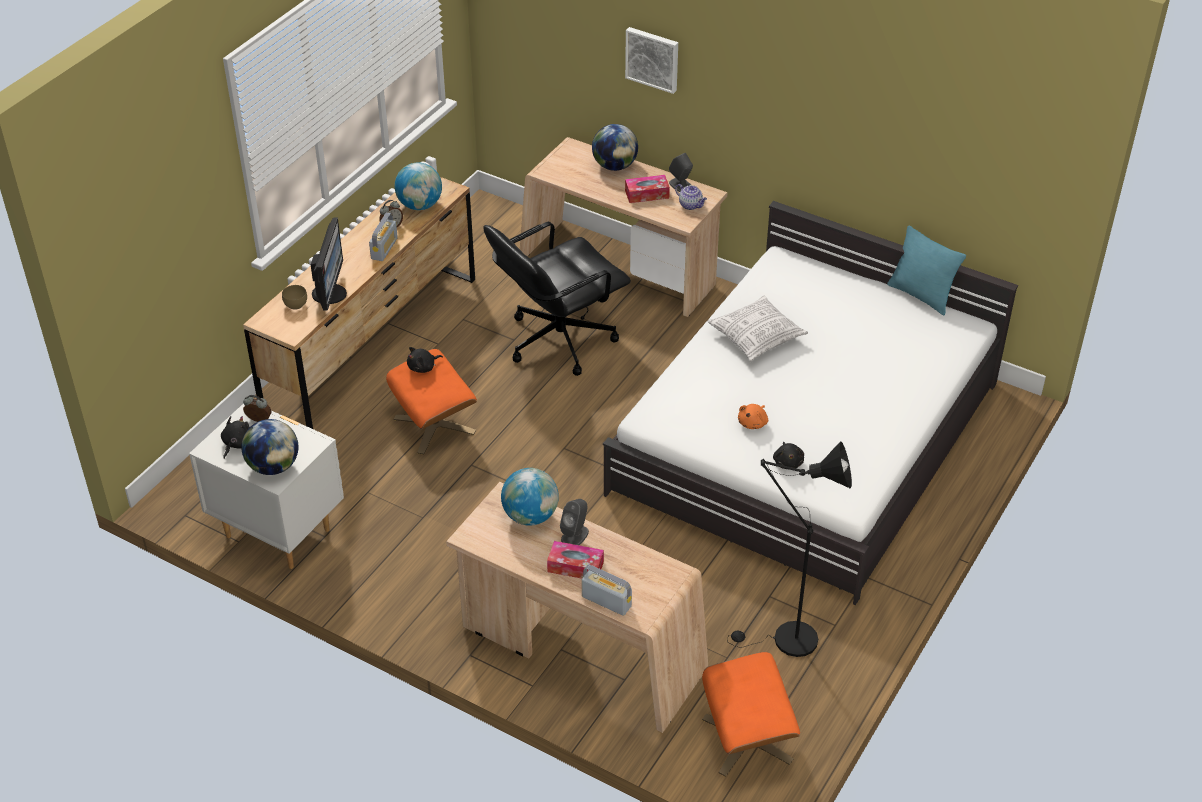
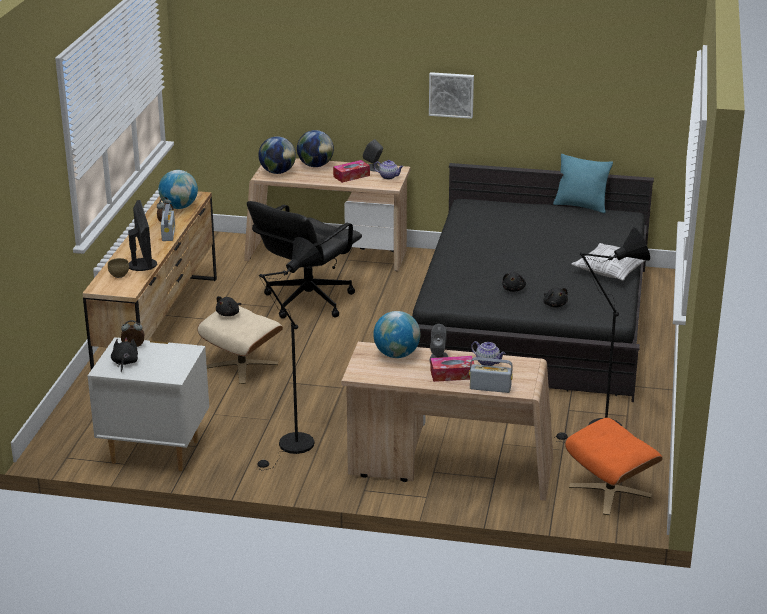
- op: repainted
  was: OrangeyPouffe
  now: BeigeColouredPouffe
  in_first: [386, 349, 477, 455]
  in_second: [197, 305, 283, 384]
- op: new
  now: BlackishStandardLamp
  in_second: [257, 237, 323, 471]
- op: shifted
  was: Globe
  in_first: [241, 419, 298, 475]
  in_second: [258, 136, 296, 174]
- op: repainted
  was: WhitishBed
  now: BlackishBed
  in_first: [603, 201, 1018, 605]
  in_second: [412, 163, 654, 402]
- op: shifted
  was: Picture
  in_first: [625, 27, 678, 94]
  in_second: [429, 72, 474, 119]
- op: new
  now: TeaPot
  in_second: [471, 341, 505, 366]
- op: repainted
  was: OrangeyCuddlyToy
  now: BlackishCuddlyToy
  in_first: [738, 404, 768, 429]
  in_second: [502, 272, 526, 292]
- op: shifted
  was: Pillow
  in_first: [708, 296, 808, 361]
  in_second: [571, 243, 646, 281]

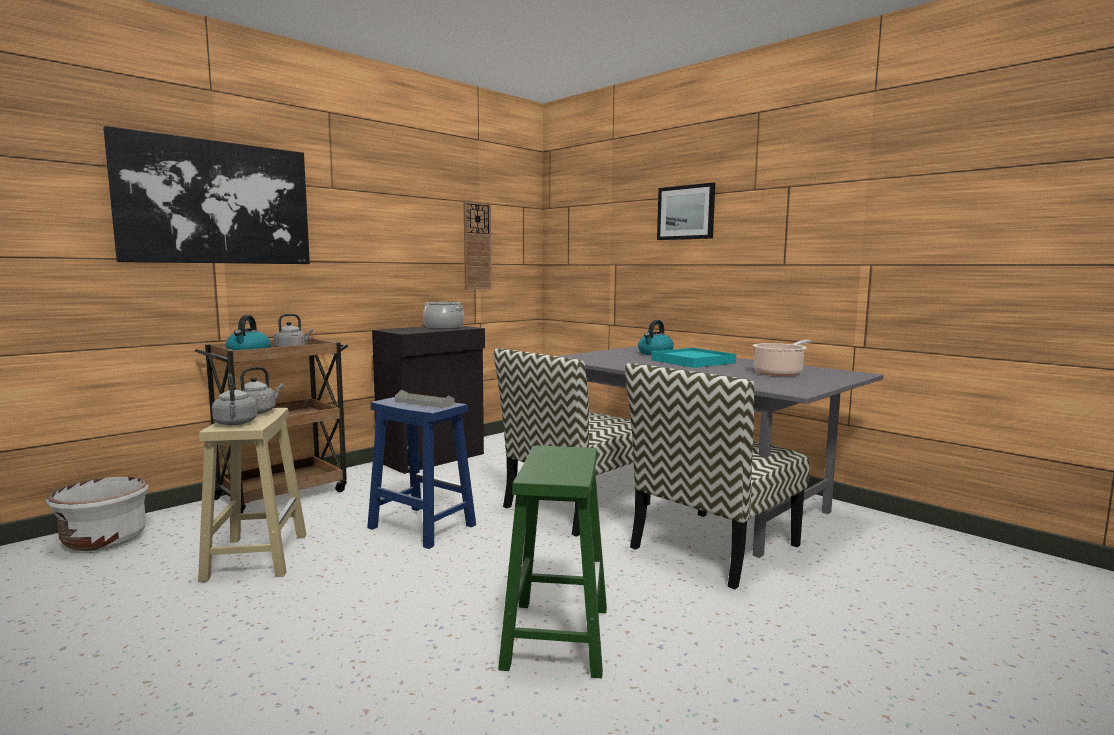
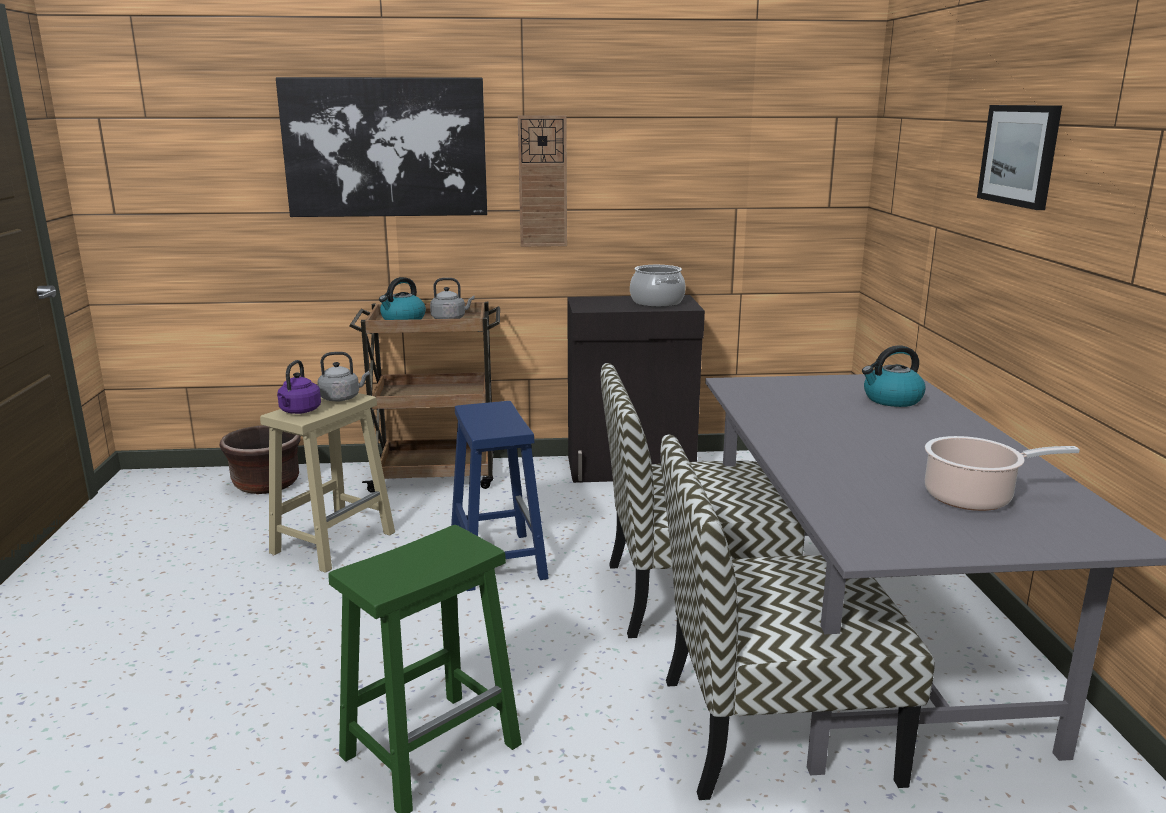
- op: repainted
  was: WhitishPlantPot
  now: BrownColouredPlantPot
  in_first: [46, 477, 149, 551]
  in_second: [219, 425, 301, 494]
- op: repainted
  was: GreyishWaterKettle
  now: PurplishWaterKettle
  in_first: [212, 374, 257, 426]
  in_second: [277, 360, 321, 414]
- op: shifted
  was: HangingClock
  in_first: [464, 201, 492, 290]
  in_second: [518, 116, 567, 247]
- op: gone
  was: GreyishCarryingTray
  in_first: [395, 390, 455, 408]
- op: gone
  was: TurquoiseCarryingTray
  in_first: [651, 348, 736, 368]

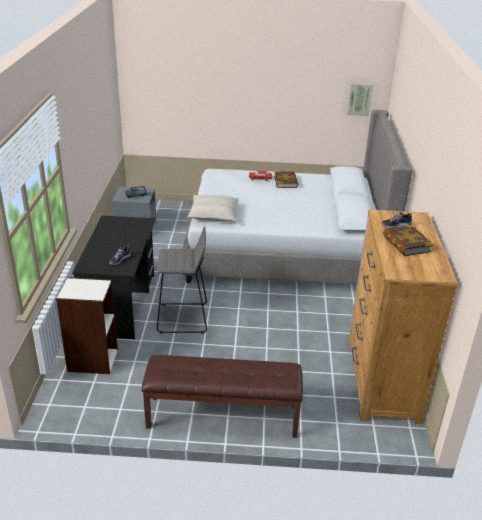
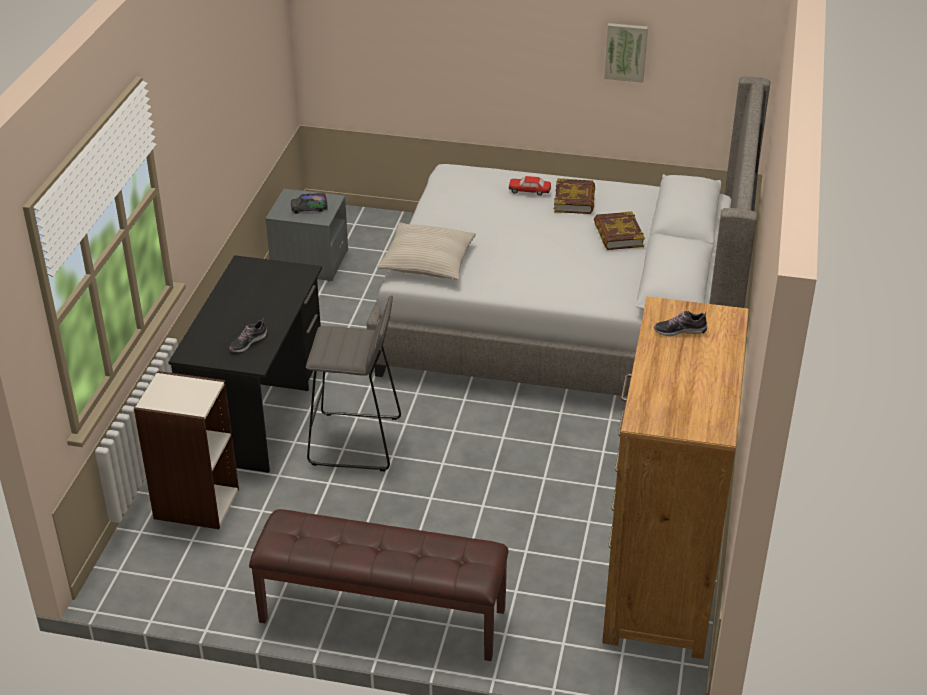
- op: shifted
  was: BoundBook
  in_first: [383, 225, 434, 256]
  in_second: [594, 211, 645, 250]
- op: shifted
  was: Picture
  in_first: [347, 83, 373, 116]
  in_second: [604, 23, 648, 83]

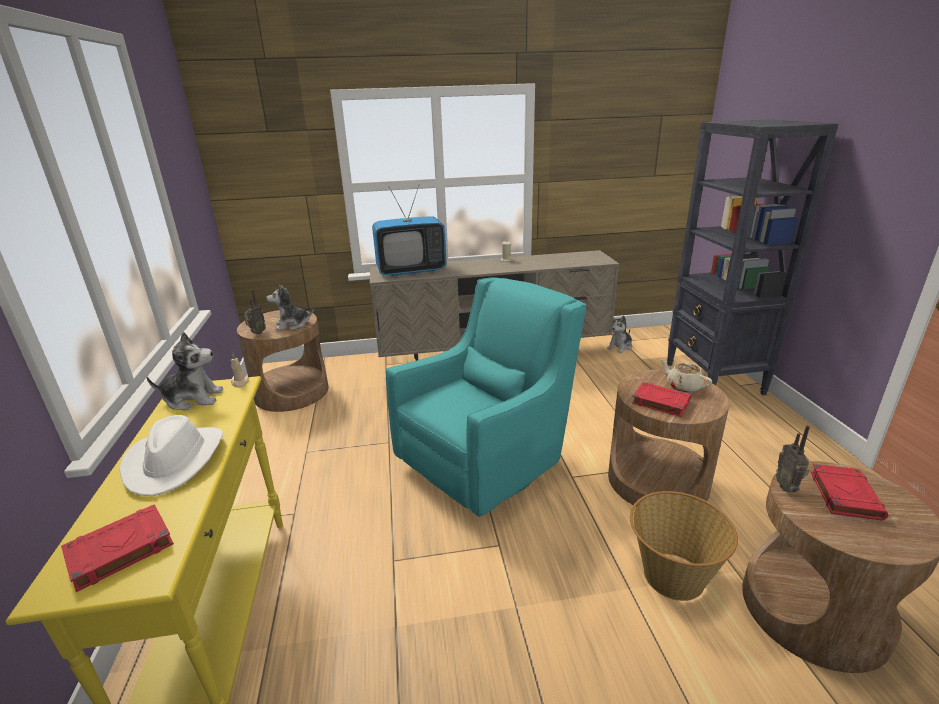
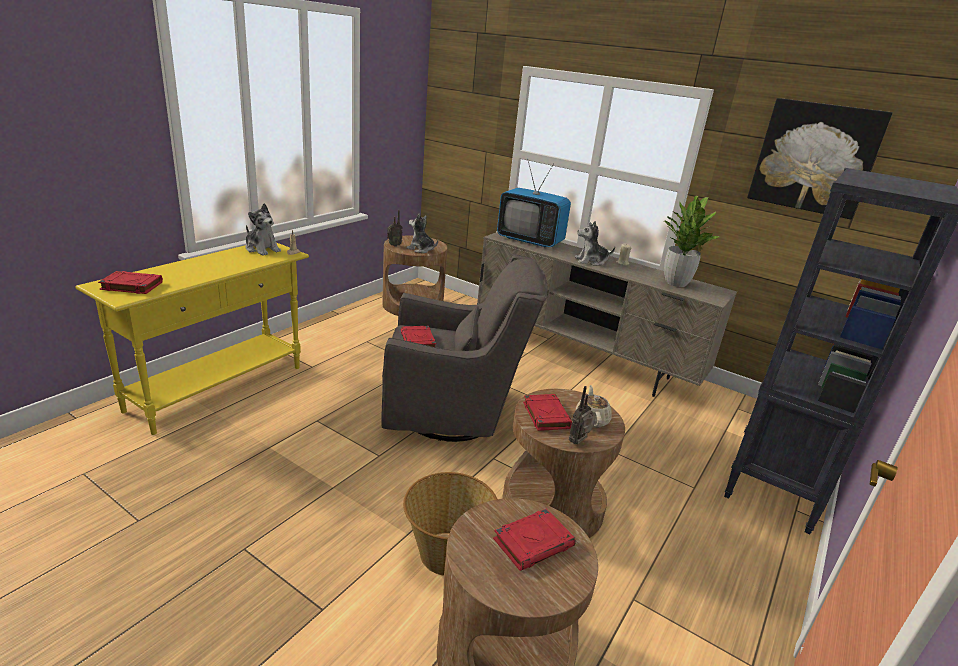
- op: repainted
  was: TurquoiseEasyChair
  now: GreyishEasyChair
  in_first: [386, 277, 586, 517]
  in_second: [381, 254, 547, 442]
- op: new
  now: RedBoundBook
  in_second: [401, 326, 436, 347]
- op: shifted
  was: Radio
  in_first: [776, 425, 810, 493]
  in_second: [569, 386, 596, 444]
- op: shifted
  was: CuddlyToy
  in_first: [607, 316, 632, 353]
  in_second: [575, 221, 615, 266]
- op: new
  now: Houseplant
  in_second: [664, 196, 720, 287]
- op: new
  now: Picture
  in_second: [747, 98, 893, 219]
- op: gone
  was: WhitishClothingHat
  in_first: [119, 415, 223, 496]

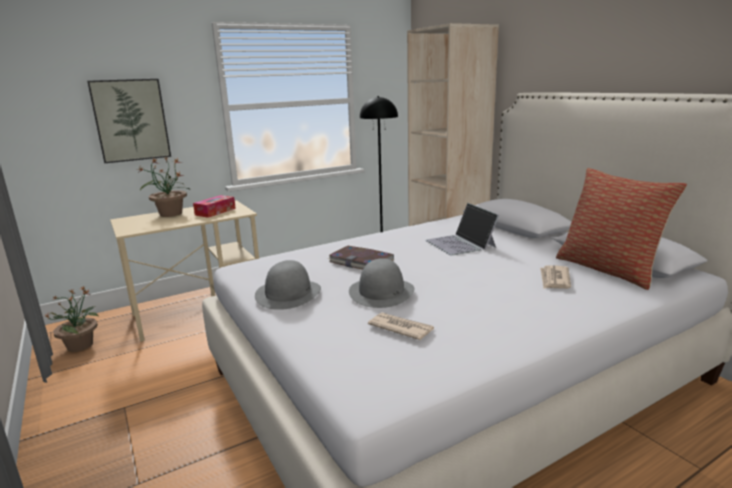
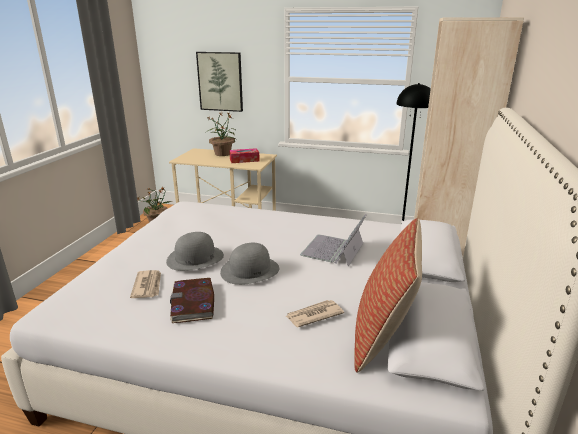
- op: shifted
  was: BoundBook
  in_first: [328, 246, 394, 269]
  in_second: [170, 278, 214, 323]
- op: shifted
  was: GreyishClothingHat
  in_first: [255, 260, 321, 310]
  in_second: [220, 243, 279, 285]

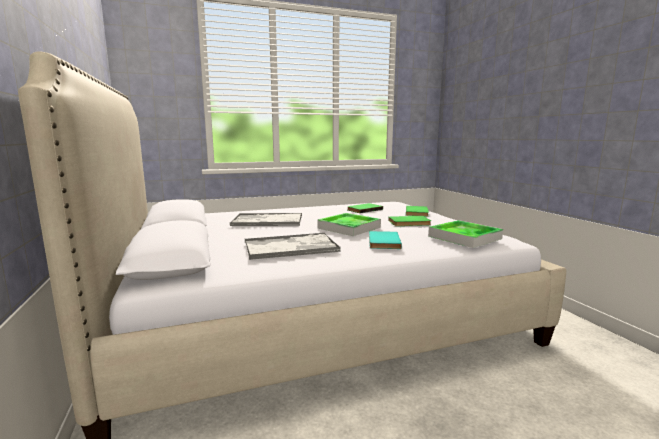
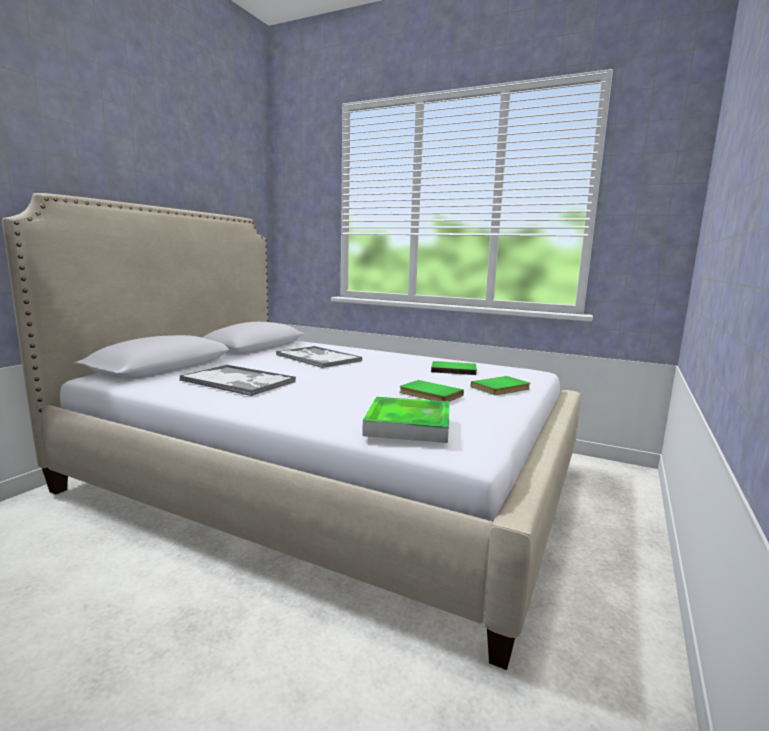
- op: gone
  was: CarryingTray
  in_first: [317, 213, 381, 236]
- op: gone
  was: TurquoiseBoundBook
  in_first: [369, 231, 402, 249]

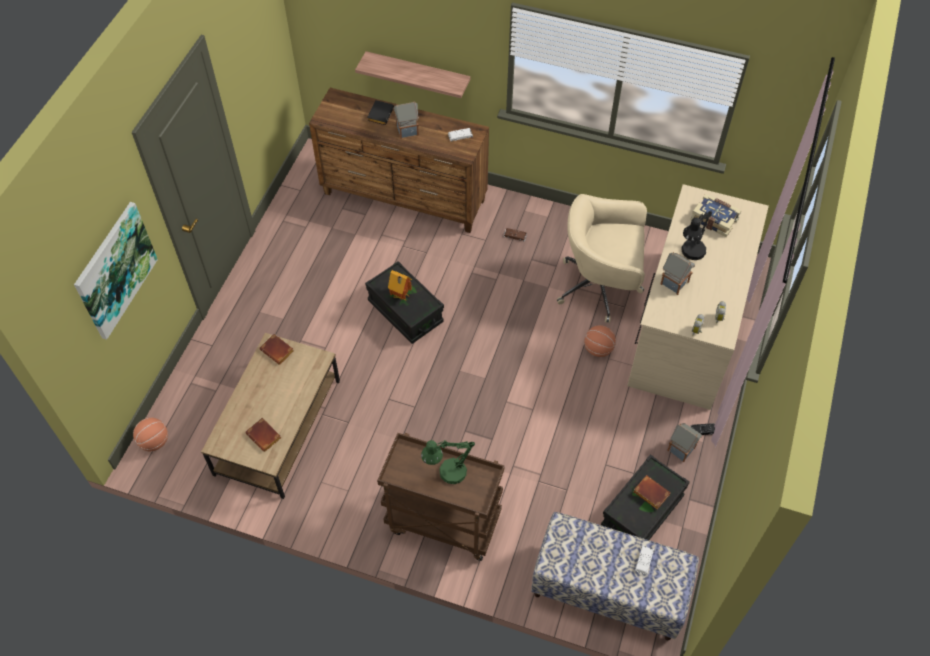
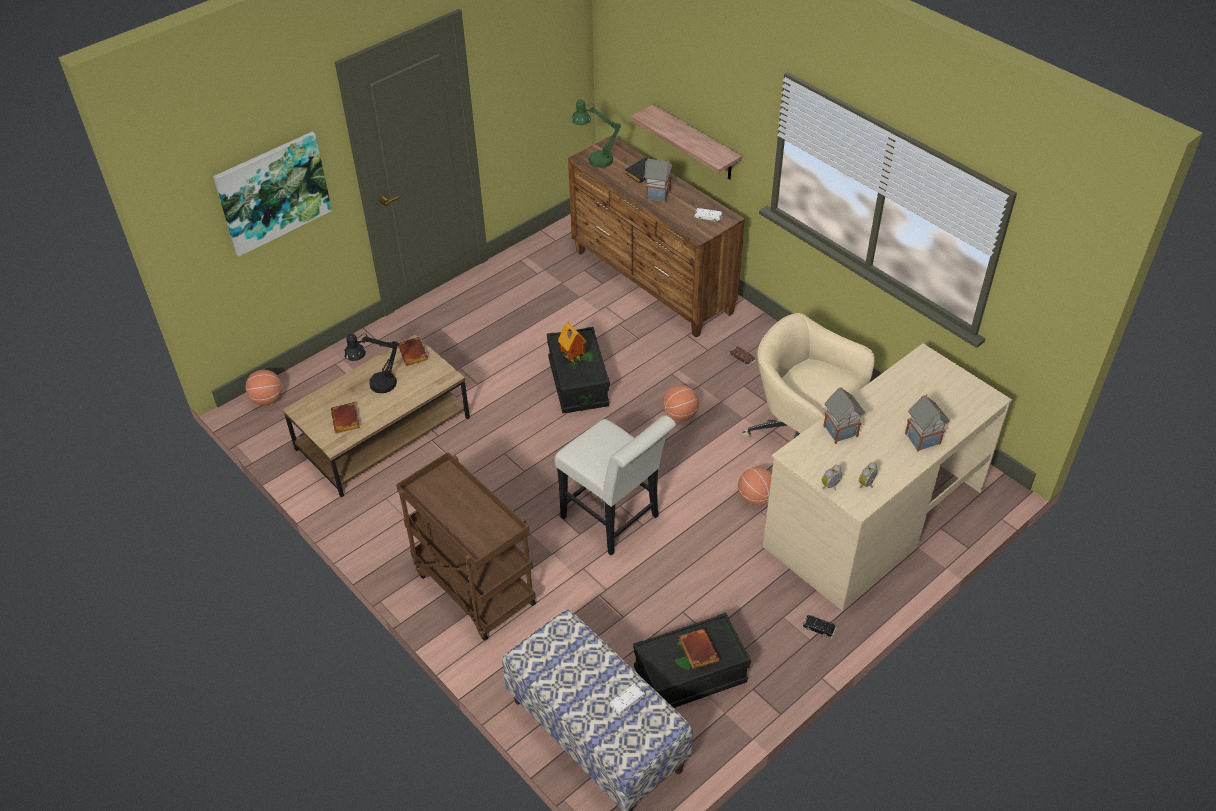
- op: shifted
  was: BlackishTabletopLamp
  in_first: [682, 210, 712, 260]
  in_second: [344, 334, 399, 393]
- op: new
  now: WhitishChair
  in_second: [555, 415, 676, 556]
- op: shifted
  was: GreenTabletopLamp
  in_first: [421, 440, 475, 484]
  in_second: [572, 99, 621, 168]
- op: new
  now: Basketball
  in_second: [663, 385, 699, 421]
- op: shifted
  was: MiniatureHouse
  in_first: [667, 423, 702, 462]
  in_second: [905, 394, 950, 452]
- op: gone
  was: BoundBook
  in_first: [690, 194, 741, 237]

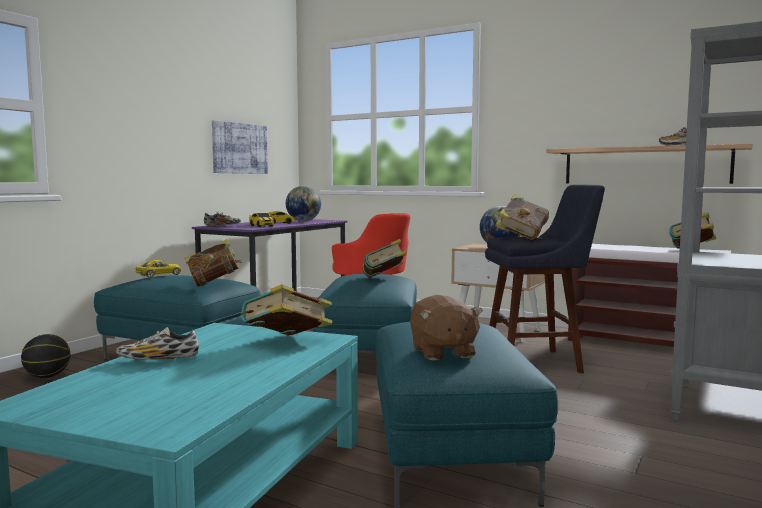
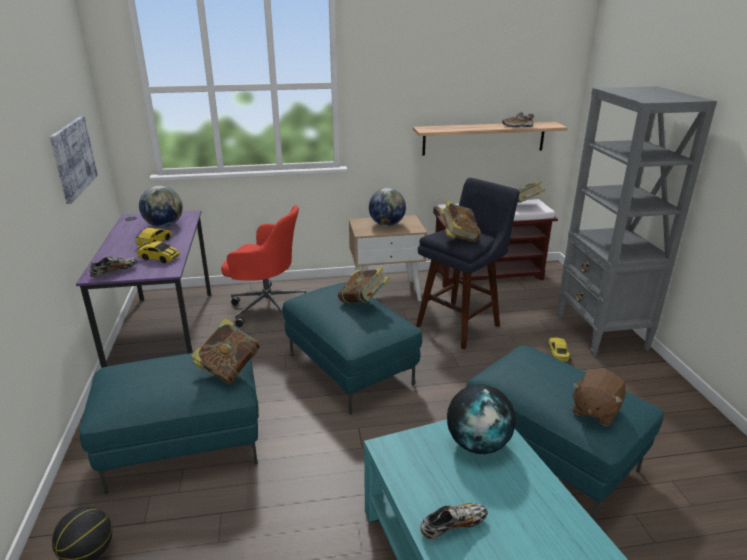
- op: rotated
  was: Shoe
  in_first: [115, 327, 199, 361]
  in_second: [420, 503, 488, 540]
  clockwise: -150
- op: swapped
  was: BoundBook
  now: Globe
  in_first: [241, 284, 332, 335]
  in_second: [447, 384, 516, 454]
- op: shifted
  was: YellowColouredModelCar
  in_first: [135, 260, 181, 278]
  in_second: [548, 337, 571, 362]
- op: rotated
  was: BrownColouredCuddlyToy
  in_first: [410, 295, 483, 361]
  in_second: [572, 369, 626, 426]
  clockwise: 90

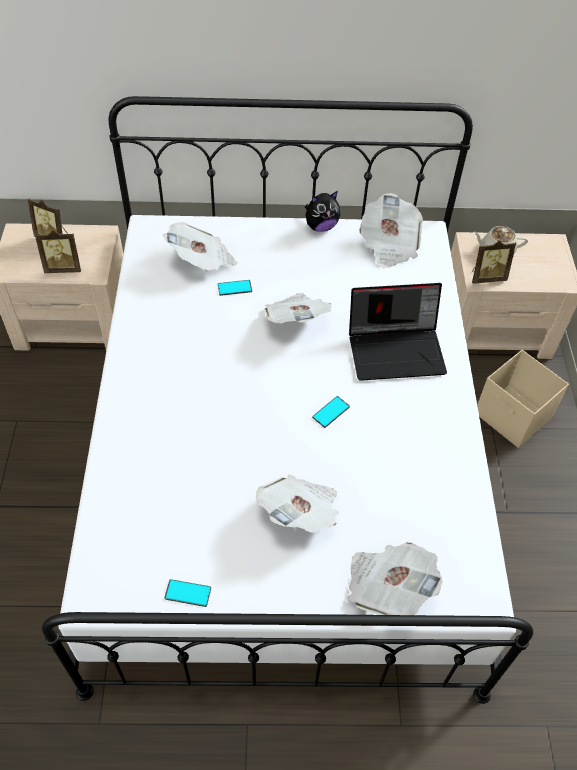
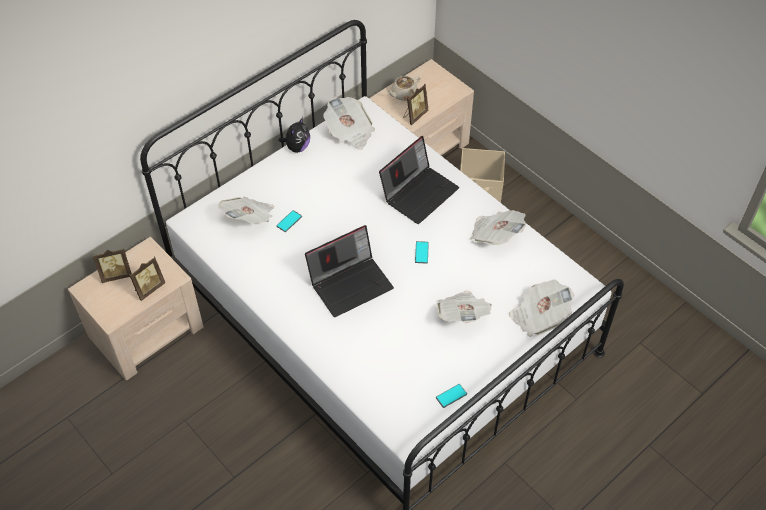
- op: new
  now: PortableComputer
  in_second: [305, 225, 394, 317]
- op: shifted
  was: PrintedPaper
  in_first: [264, 293, 331, 323]
  in_second: [470, 210, 526, 245]

